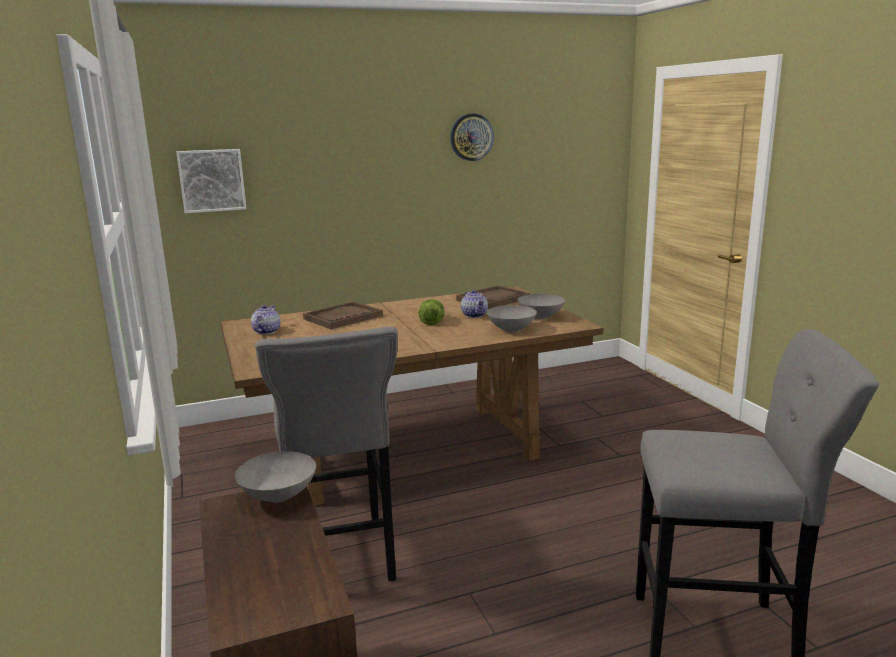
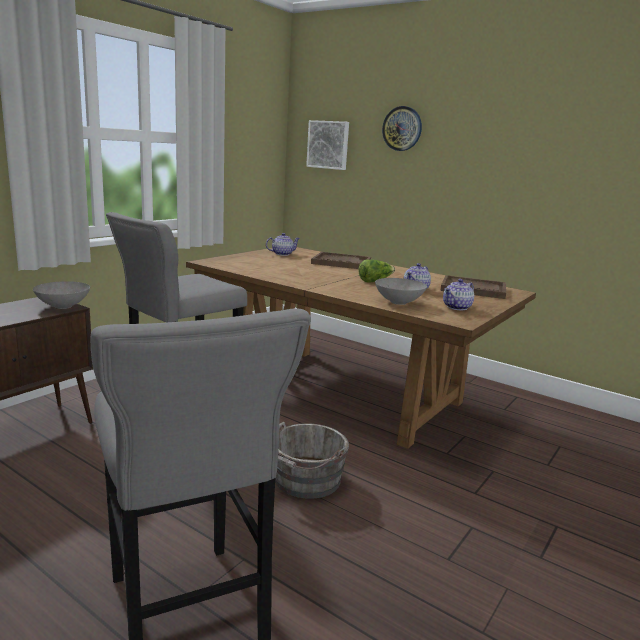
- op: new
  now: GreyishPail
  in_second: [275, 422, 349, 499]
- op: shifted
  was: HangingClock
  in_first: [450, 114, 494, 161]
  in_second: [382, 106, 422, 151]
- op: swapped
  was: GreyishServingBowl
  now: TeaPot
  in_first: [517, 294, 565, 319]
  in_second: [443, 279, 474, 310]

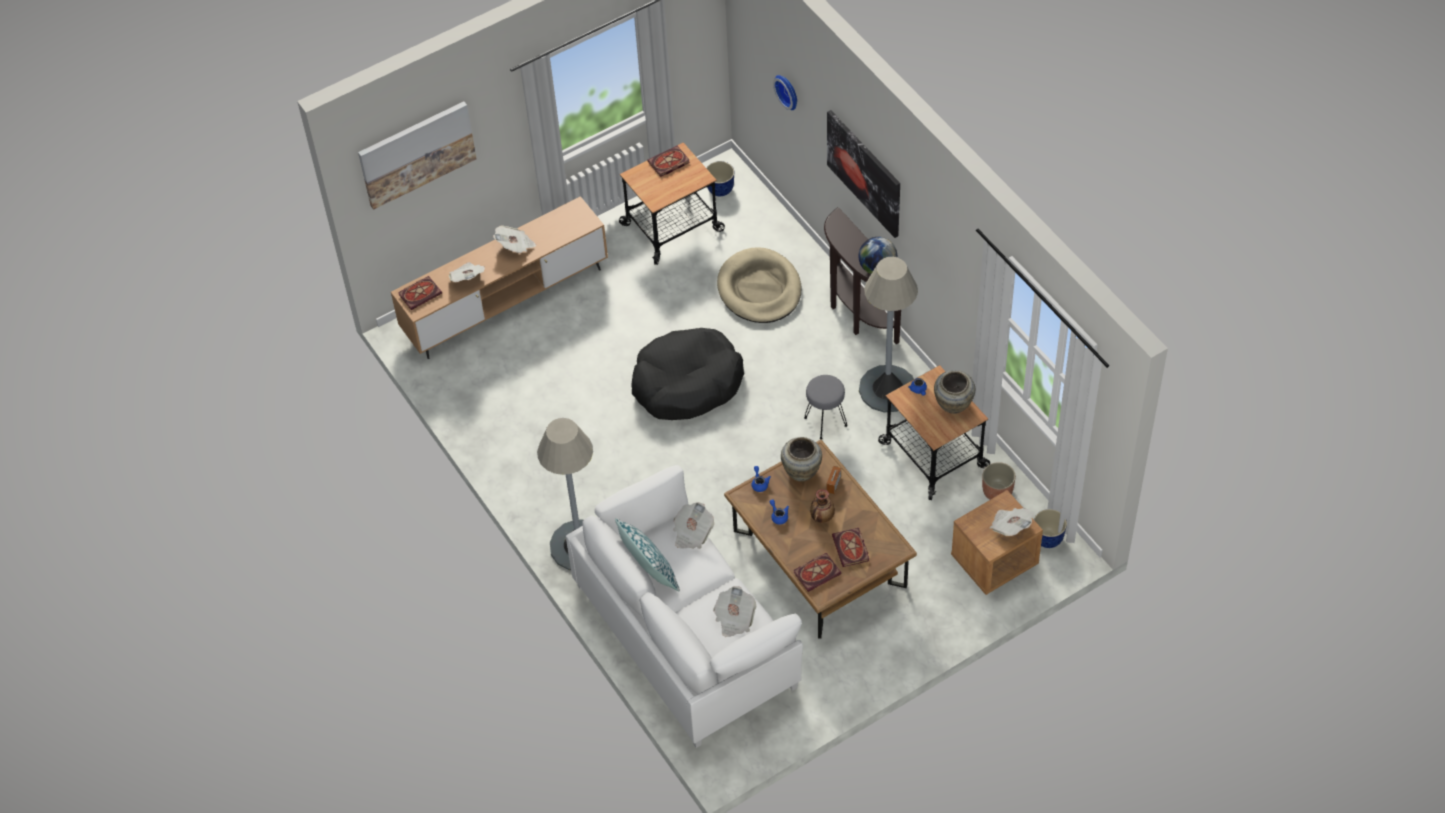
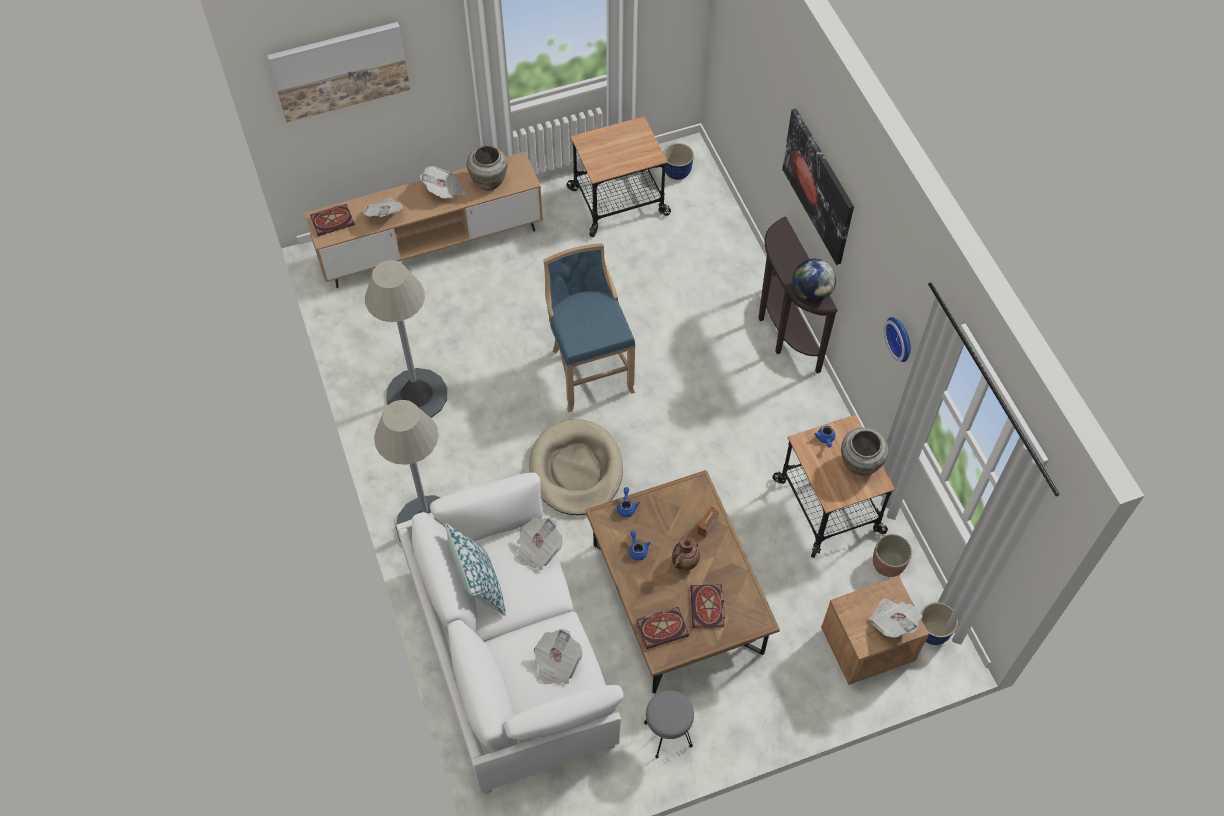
- op: shifted
  was: GreyishStandardLamp
  in_first: [859, 257, 918, 413]
  in_second: [365, 260, 447, 418]
- op: shifted
  was: BeigeColouredFlowerVase
  in_first: [781, 437, 822, 482]
  in_second: [467, 145, 507, 191]
- op: shifted
  was: BeigeColouredDogBed
  in_first: [717, 248, 802, 323]
  in_second: [529, 419, 623, 516]
- op: swapped
  was: BlackishDogBed
  now: BluishStool
  in_first: [631, 328, 744, 420]
  in_second: [543, 243, 636, 412]
- op: shifted
  was: GreyishStool
  in_first: [804, 375, 848, 439]
  in_second: [644, 690, 694, 758]
- op: shifted
  was: HangingClock
  in_first: [773, 75, 797, 110]
  in_second: [884, 317, 911, 362]
- op: gone
  was: BoundBook
  in_first: [647, 146, 690, 177]

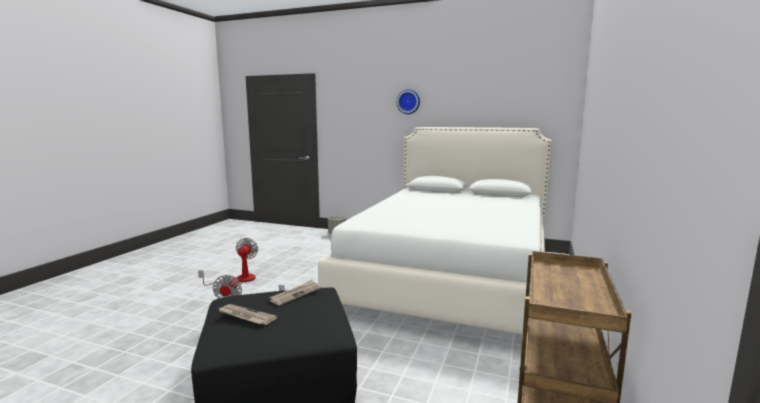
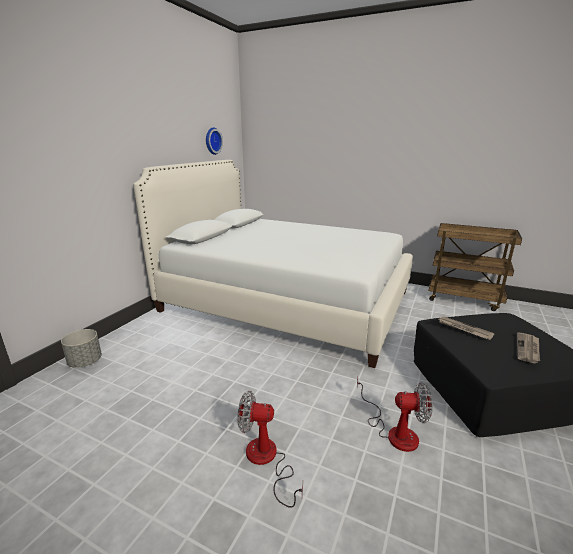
- op: shifted
  was: HangingClock
  in_first: [397, 89, 420, 114]
  in_second: [206, 127, 223, 155]

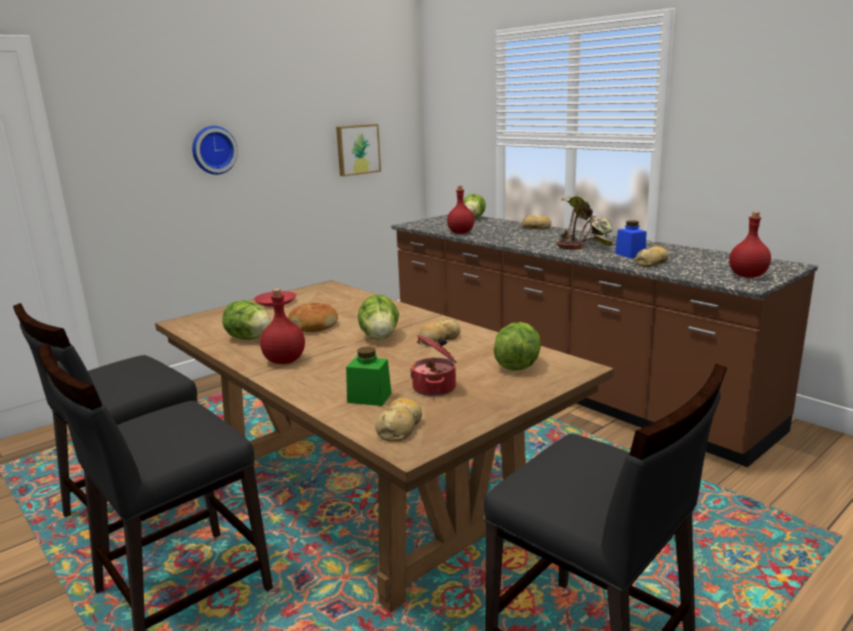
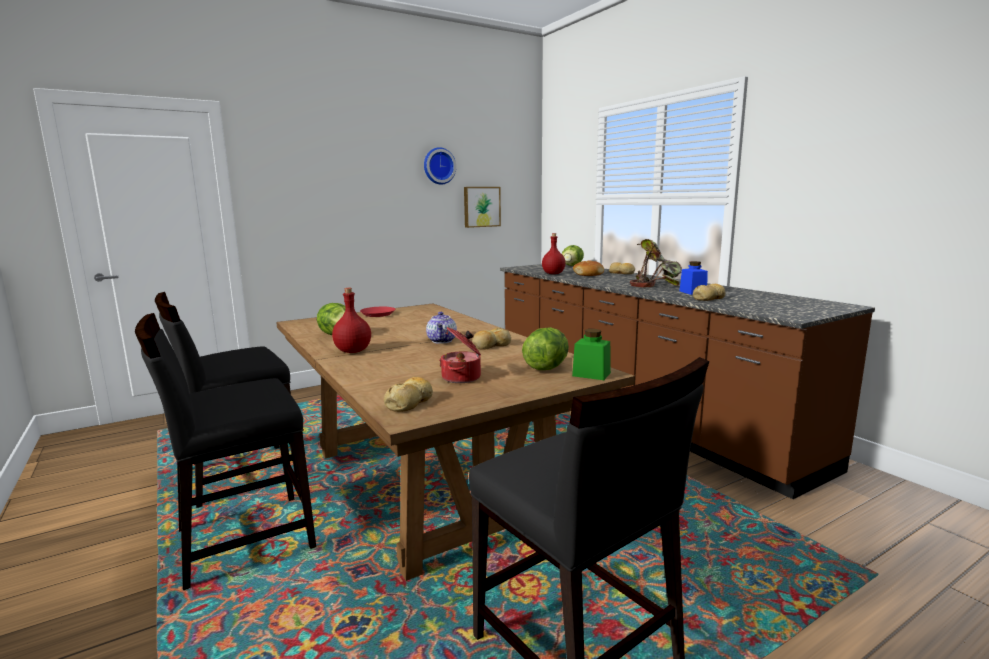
- op: shifted
  was: HangingClock
  in_first: [192, 126, 238, 175]
  in_second: [424, 147, 456, 185]
- op: swapped
  was: Lettuce
  now: TeaPot
  in_first: [358, 294, 399, 340]
  in_second: [426, 312, 457, 344]
- op: shifted
  was: GreenStorageJar
  in_first: [346, 347, 392, 406]
  in_second: [572, 329, 611, 380]
- op: shifted
  was: Bread
  in_first: [288, 303, 338, 332]
  in_second: [573, 261, 604, 276]
- op: gone
  was: RedDrinkBottle
  in_first: [729, 212, 771, 278]

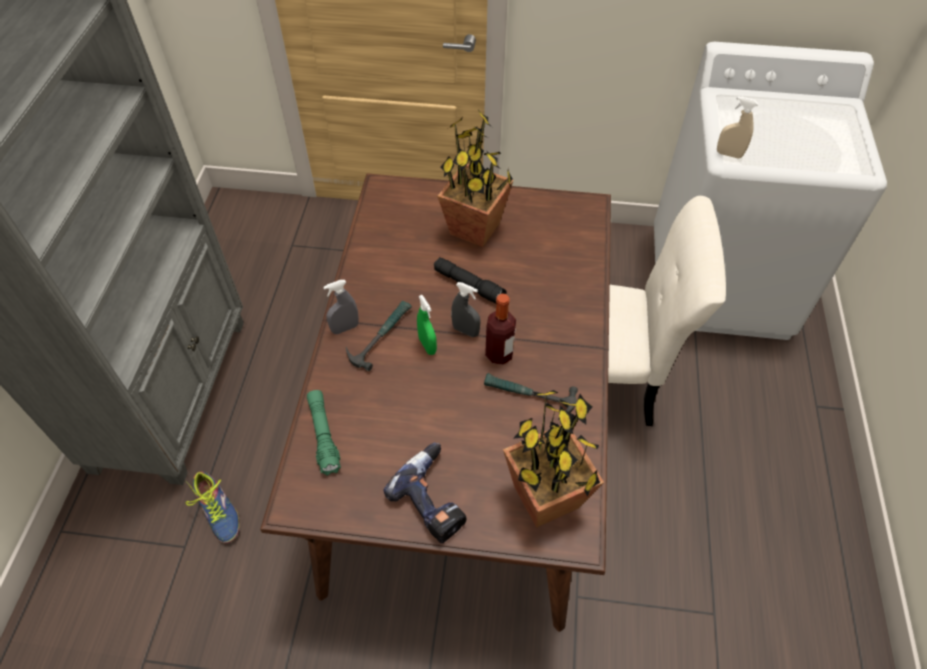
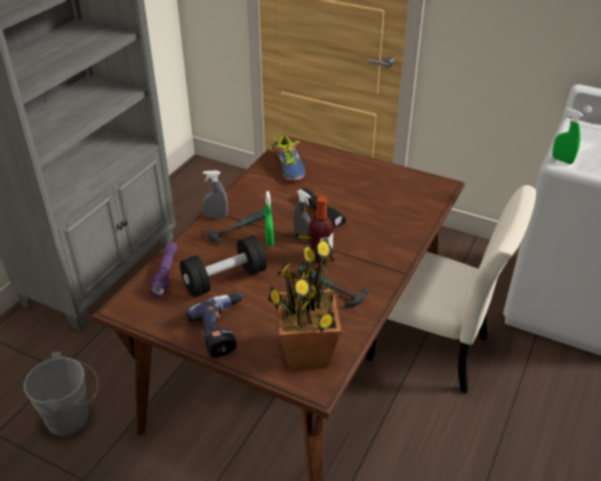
- op: new
  now: GreyishPail
  in_second: [24, 352, 98, 436]
- op: repainted
  was: GreenTorch
  now: PurplishTorch
  in_first: [307, 390, 341, 476]
  in_second: [150, 242, 178, 297]
- op: new
  now: BlackishDumbbell
  in_second: [180, 235, 267, 297]
- op: shifted
  was: Shoe
  in_first: [185, 471, 239, 543]
  in_second: [270, 136, 305, 182]
- op: repainted
  was: BeigeColouredSprayer
  now: GreenSprayer
  in_first: [717, 96, 758, 159]
  in_second: [552, 108, 583, 164]
- op: gone
  was: Houseplant
  in_first: [437, 110, 513, 247]

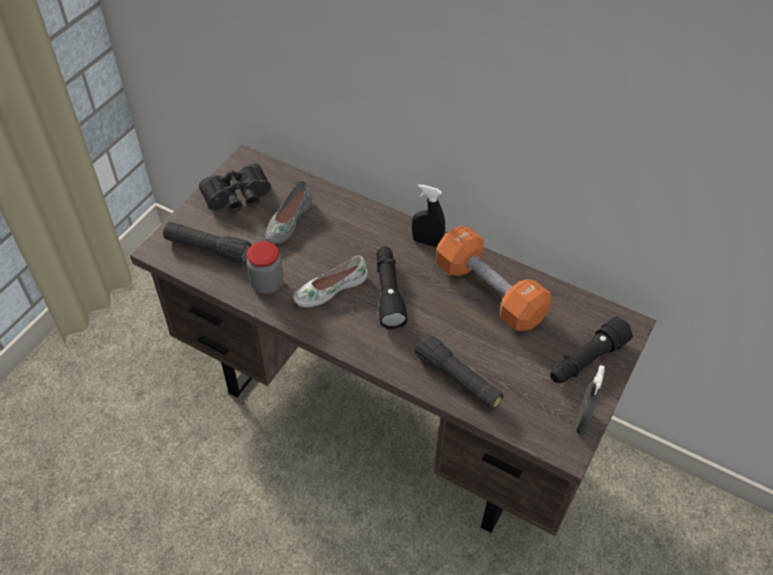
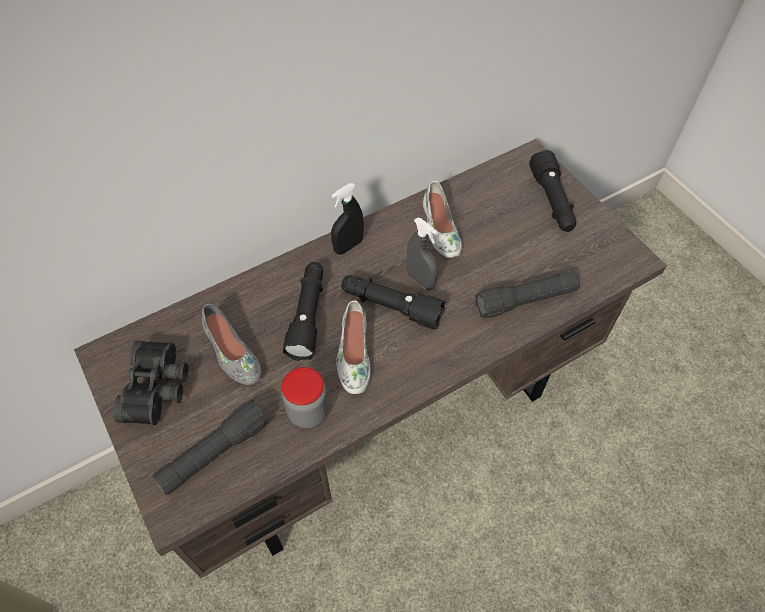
- op: new
  now: BlackishTorch
  in_second: [283, 262, 324, 361]
- op: shifted
  was: GreyishSprayer
  in_first: [576, 365, 605, 435]
  in_second: [406, 217, 438, 290]
- op: swapped
  was: OrangeyDumbbell
  now: WhitishShoe
  in_first: [436, 226, 551, 331]
  in_second: [423, 181, 462, 258]

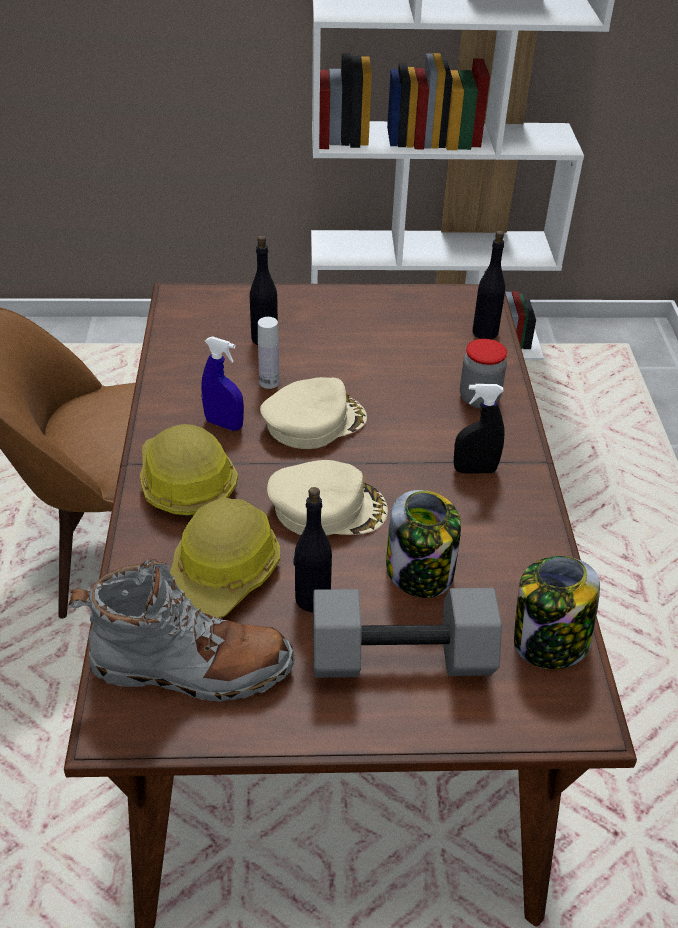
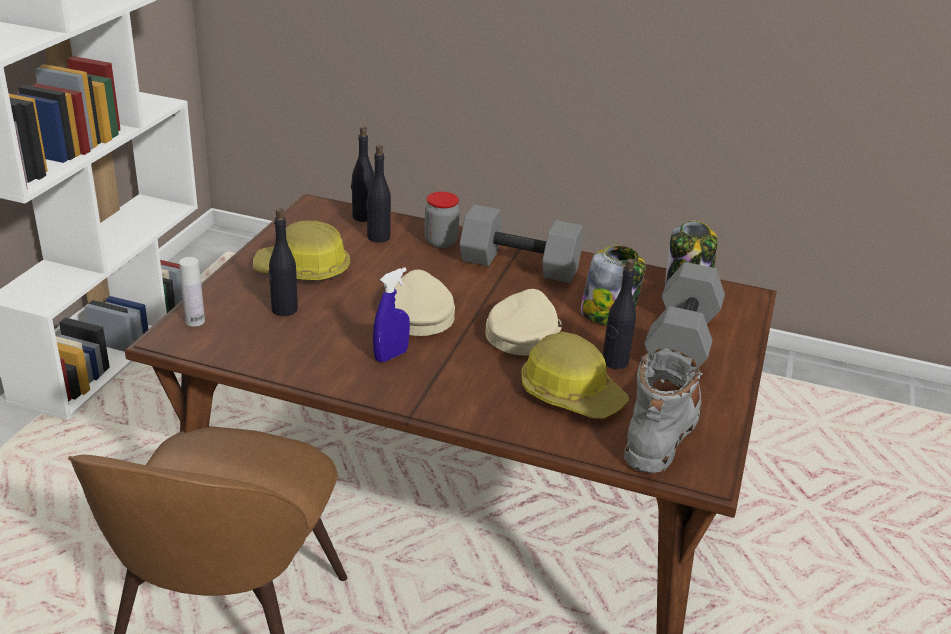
- op: shifted
  was: WhitishDrinkBottle
  in_first: [258, 317, 279, 389]
  in_second: [179, 257, 205, 327]
- op: shifted
  was: SafetyHelmet
  in_first: [140, 424, 238, 517]
  in_second: [253, 221, 350, 280]
- op: new
  now: BlackishDrinkBottle
  in_second: [366, 145, 391, 243]
- op: swapped
  was: BlackishSprayer
  now: GreyishDumbbell
  in_first: [454, 384, 504, 474]
  in_second: [459, 204, 583, 283]

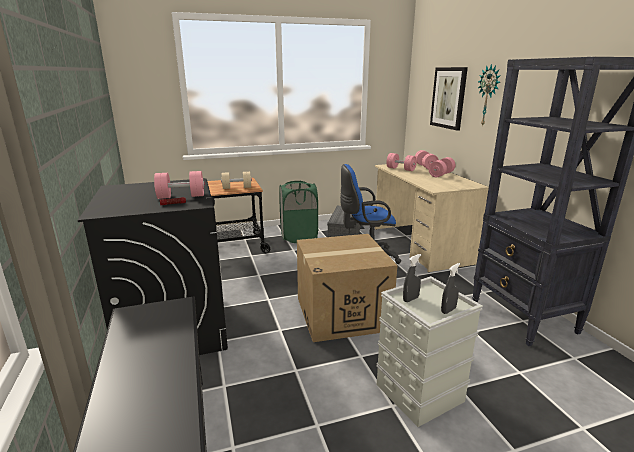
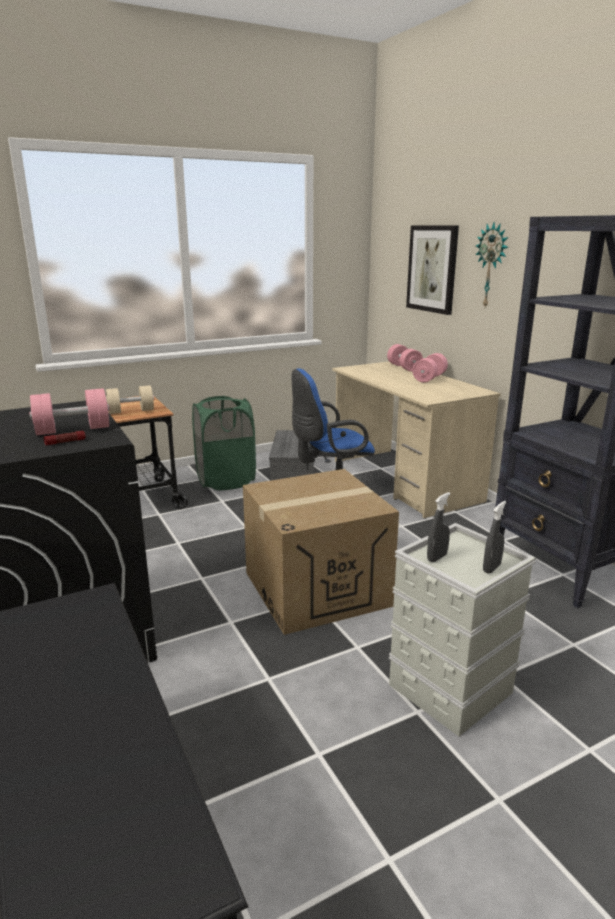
- op: gone
  was: PinkColouredDumbbell
  in_first: [386, 153, 417, 171]

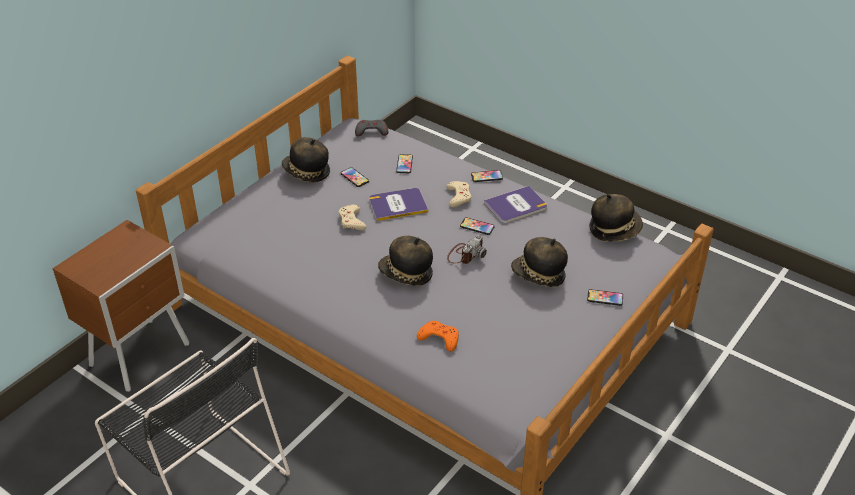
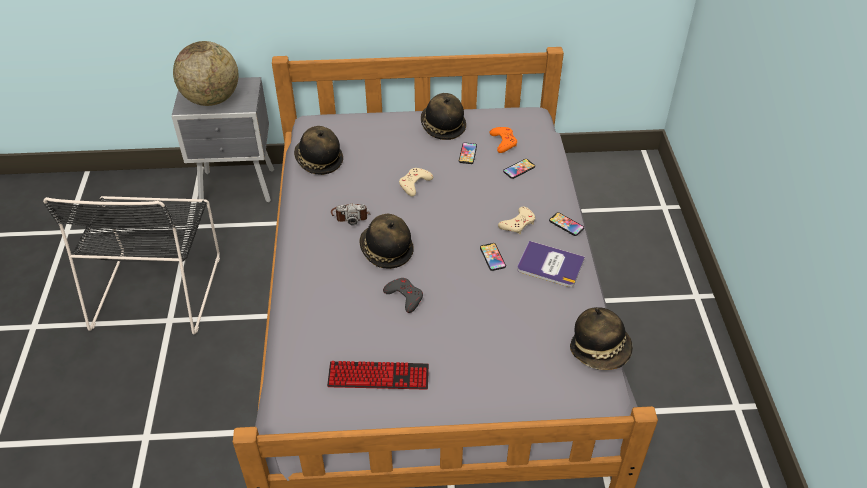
- op: repainted
  was: BrownColouredNightstand
  now: GreyishNightstand
  in_first: [52, 220, 189, 392]
  in_second: [171, 77, 274, 205]
- op: new
  now: Globe
  in_second: [173, 41, 238, 106]
- op: shifted
  was: ClothingHat
  in_first: [511, 237, 568, 287]
  in_second: [294, 126, 343, 175]
- op: new
  now: ComputerKeyboard
  in_second: [327, 361, 429, 390]
- op: shifted
  was: StillCamera
  in_first: [447, 235, 487, 264]
  in_second: [331, 203, 371, 226]
- op: shifted
  was: GreyishGameController
  in_first: [355, 120, 388, 136]
  in_second: [383, 278, 423, 313]
- op: shifted
  was: OrangeyGameController
  in_first: [417, 321, 459, 352]
  in_second: [490, 127, 517, 153]
- op: gone
  was: BoundBook
  in_first: [369, 188, 429, 221]
- op: gone
  was: Telephone
  in_first: [587, 289, 623, 306]

